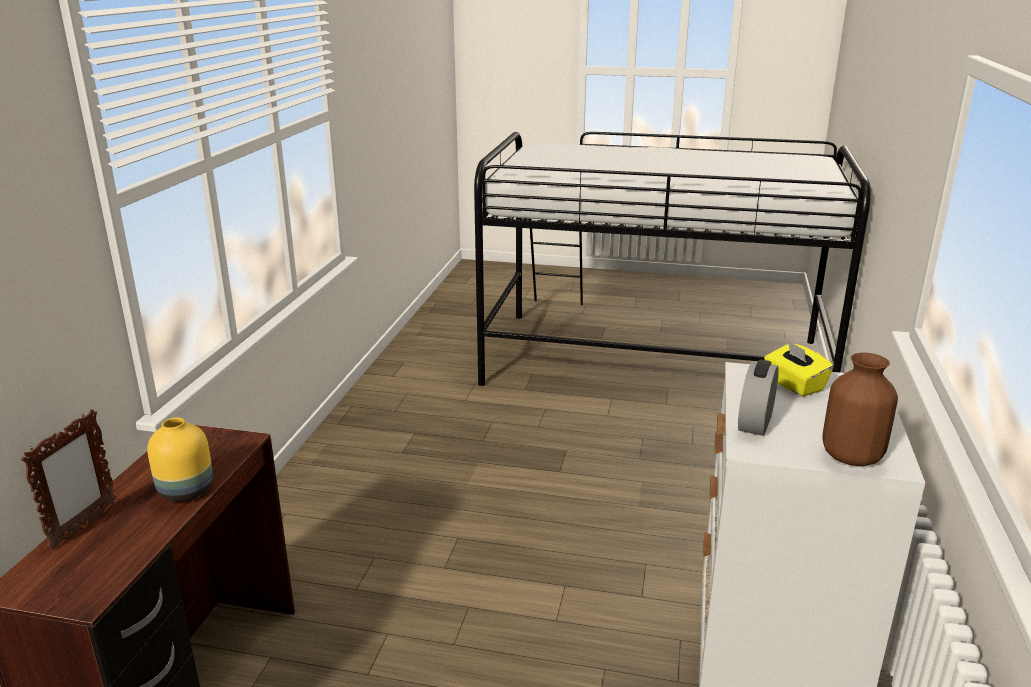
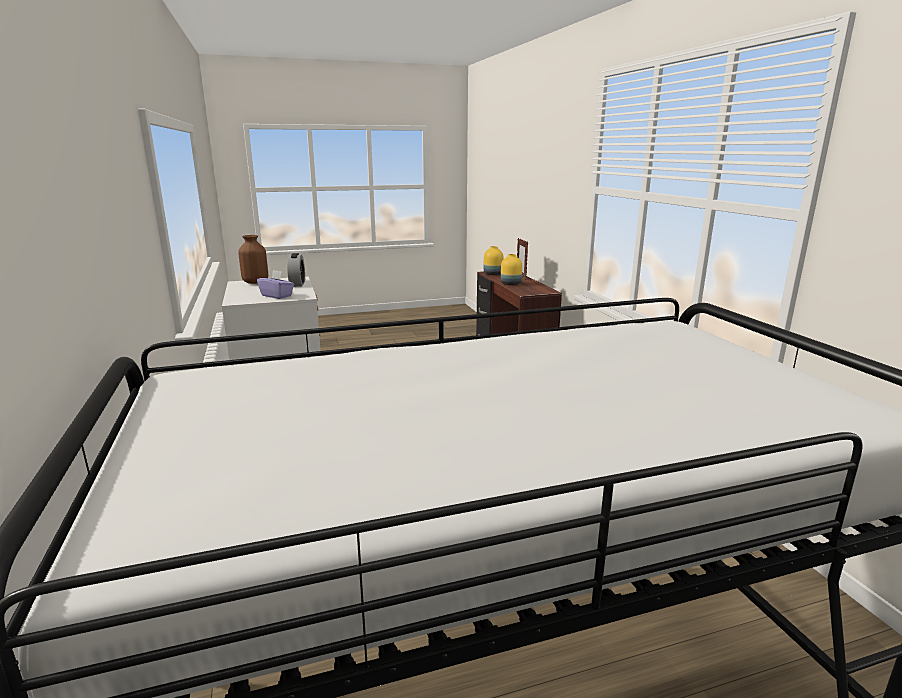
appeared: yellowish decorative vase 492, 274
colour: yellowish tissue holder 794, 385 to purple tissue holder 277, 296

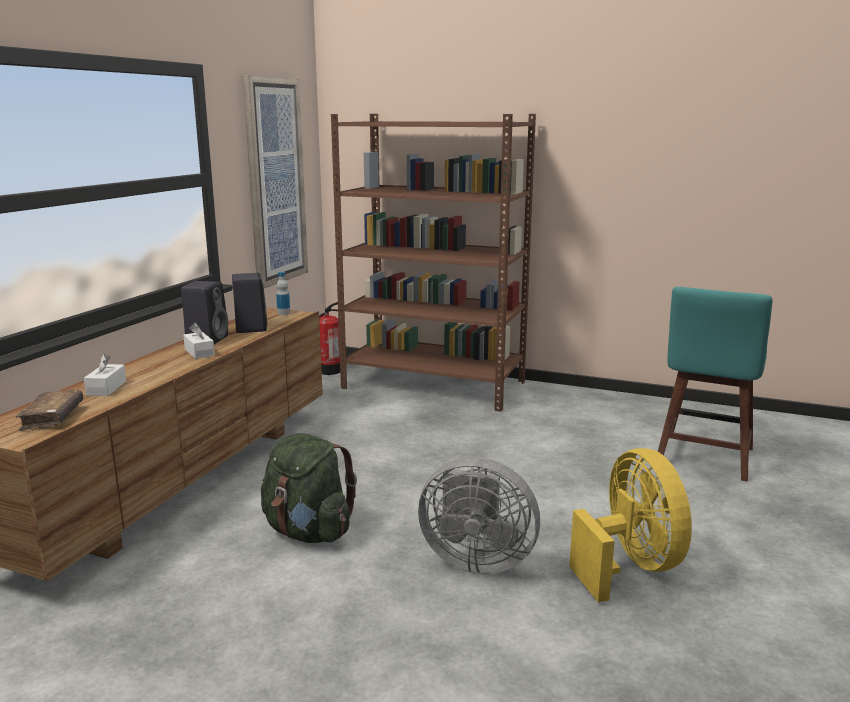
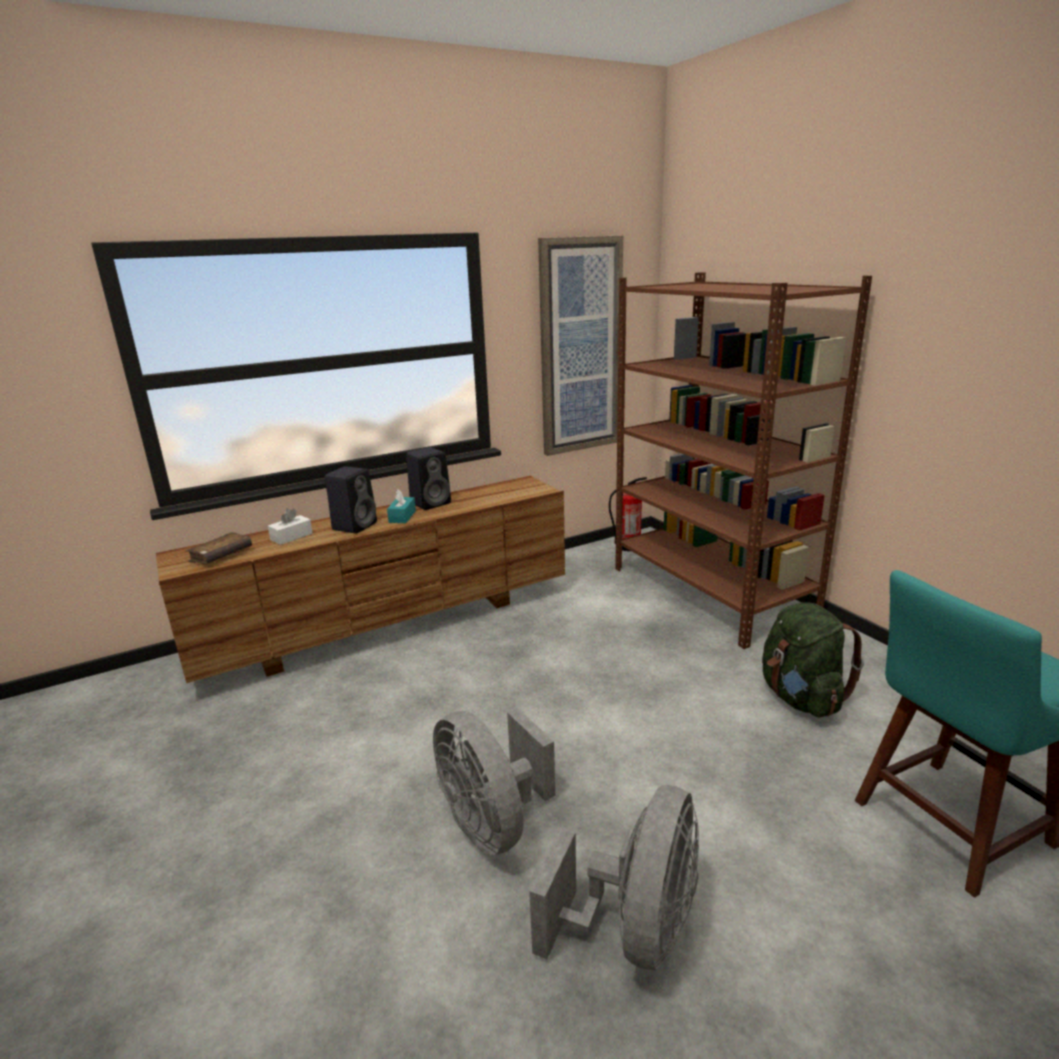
missing: drink bottle 283, 313
relocated: black audio speaker 250, 328 to 355, 525; green-coloured backpack 308, 532 to 801, 697
colour: white-coloured tissue holder 199, 352 to blue-green tissue holder 402, 516; yellowish fan 630, 566 to greyish fan 634, 929

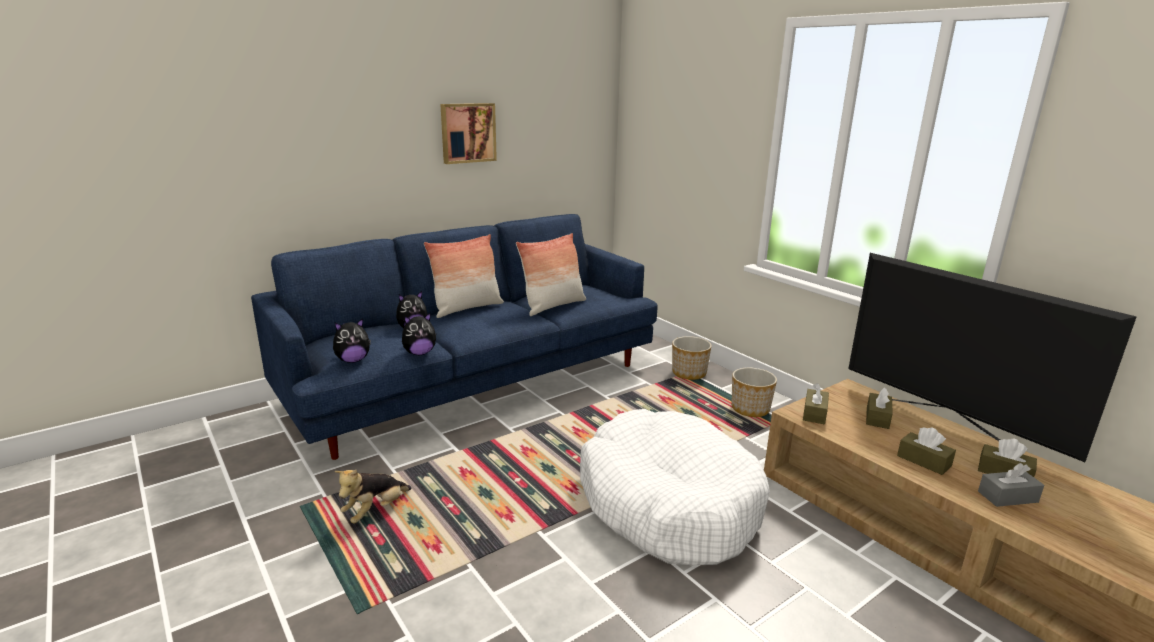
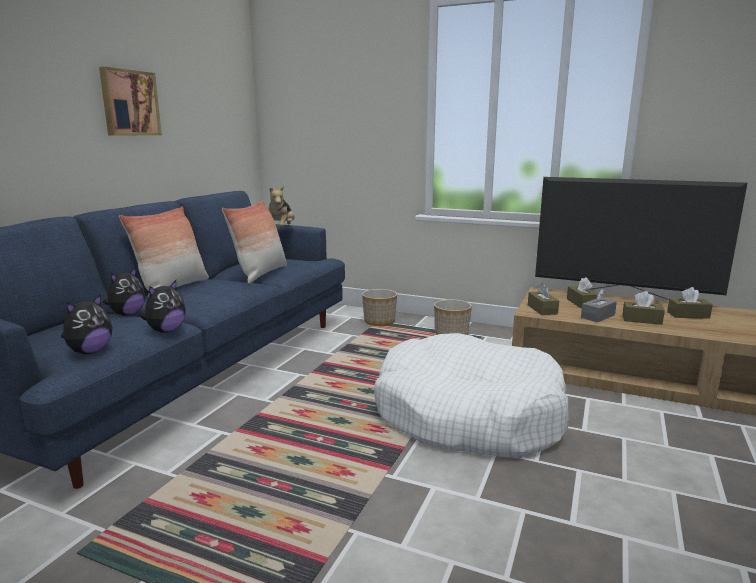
relocated: soft toy 375, 511 to 281, 229; greyish tissue holder 1007, 497 to 597, 316

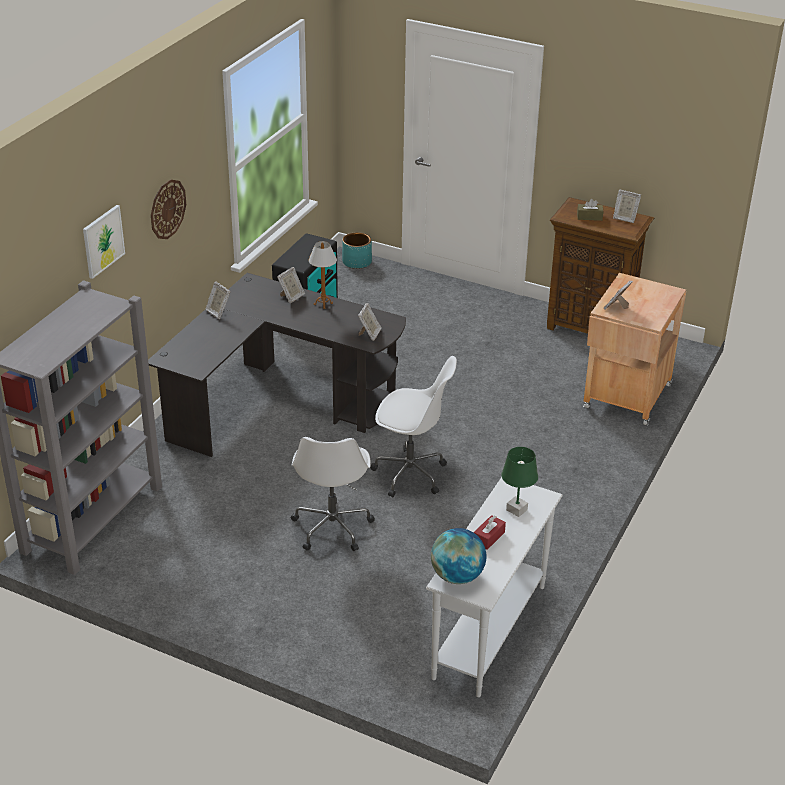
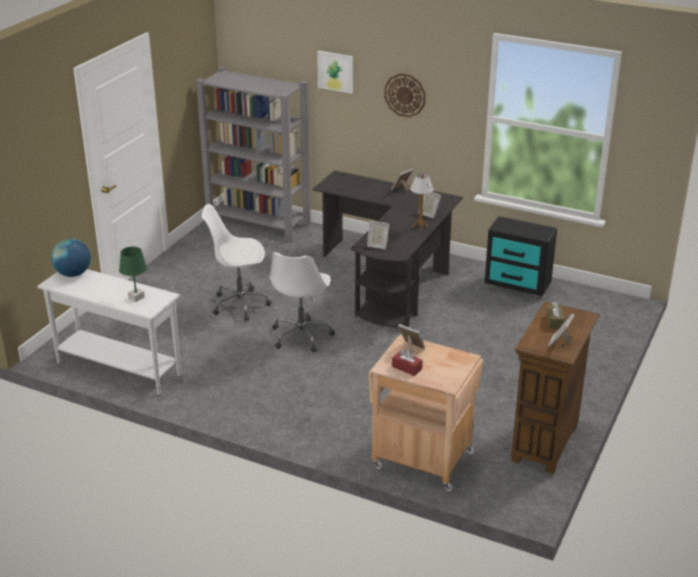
missing: blue-green plant pot 357, 262
relocated: reddish tissue holder 489, 537 to 407, 368

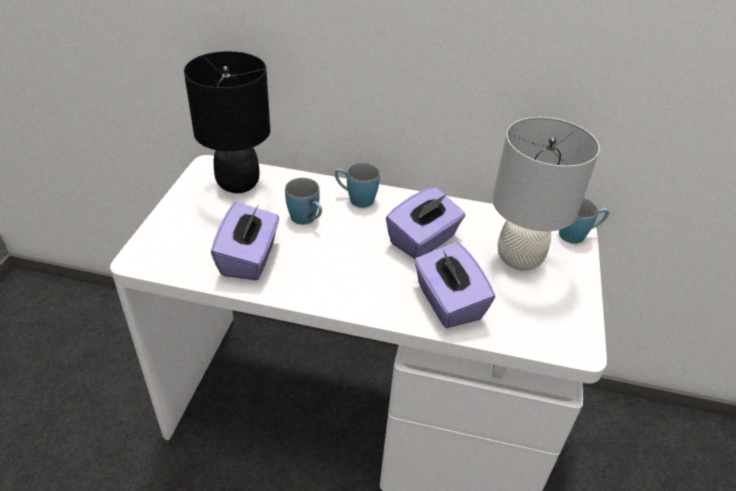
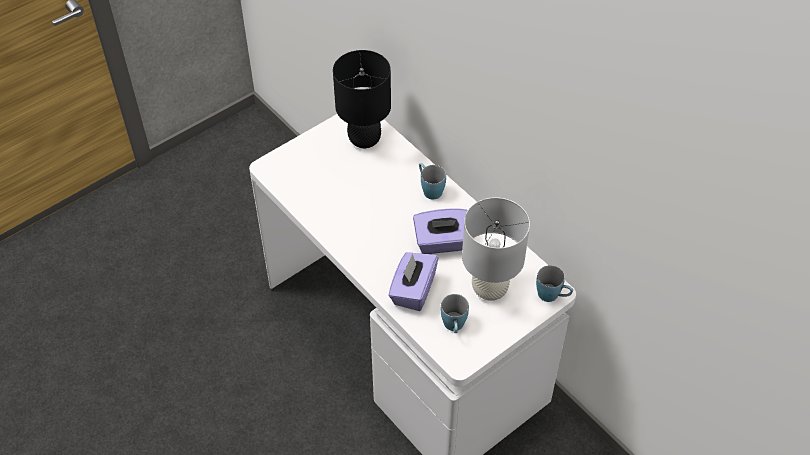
missing: purple tissue holder 249, 259
relocated: blue mug 307, 220 to 454, 327

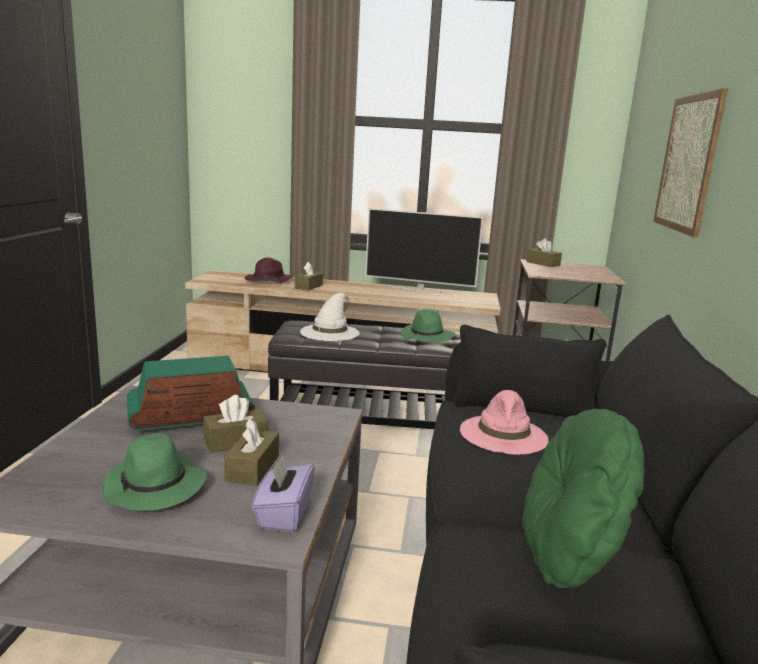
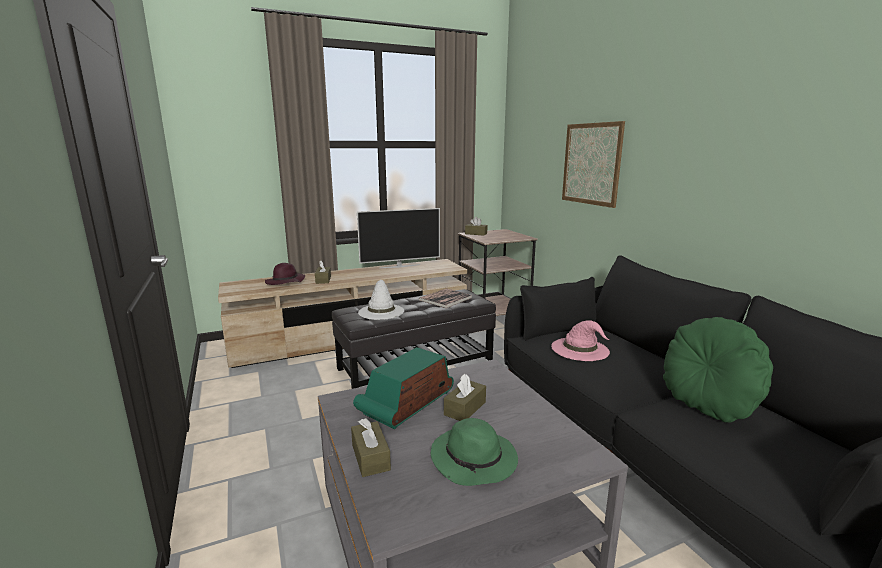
missing: purple tissue holder 283, 514
relocated: brownish tissue holder 252, 468 to 370, 457
exchanged: green-coloured hat 427, 337 to volume 445, 299

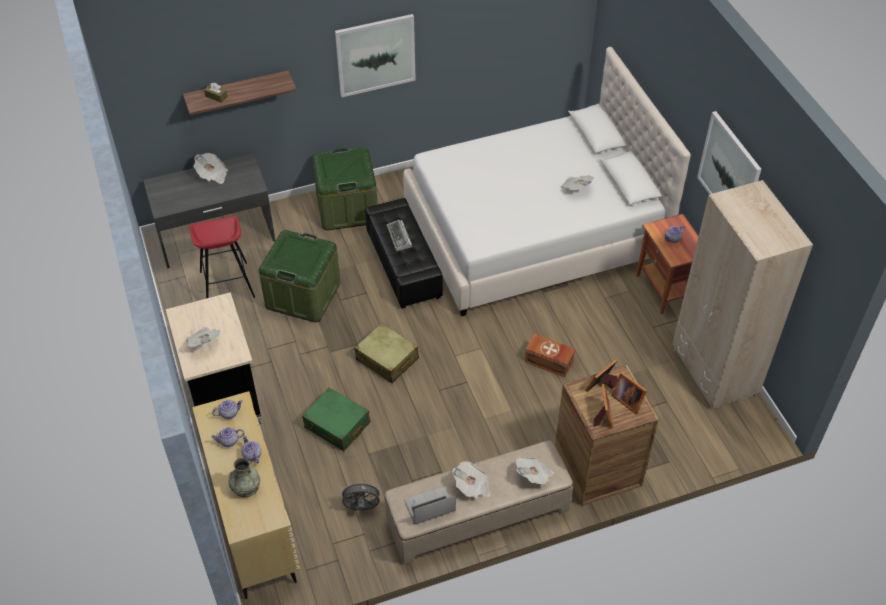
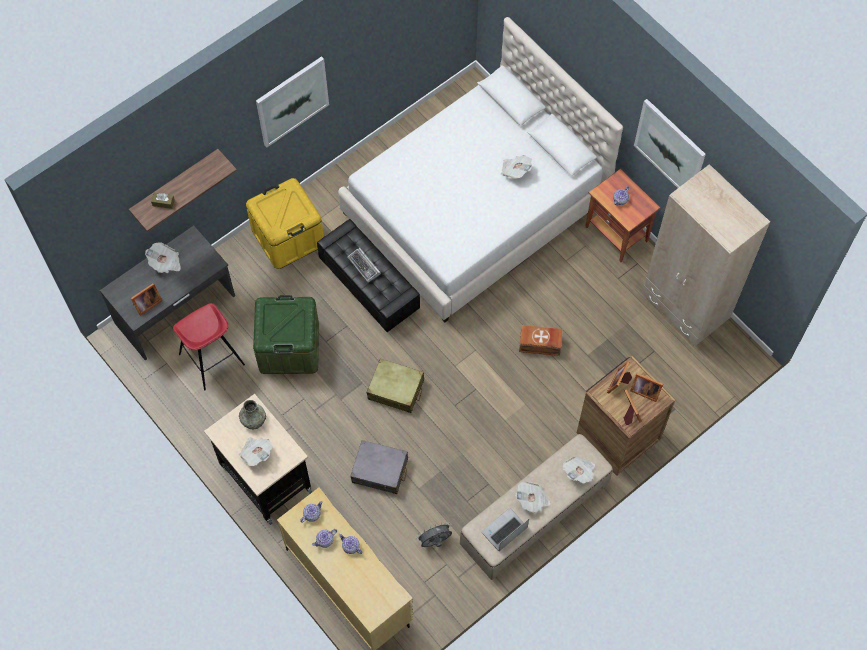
appeared: standing frame 146, 304
relocated: greyish decorative vase 246, 487 to 253, 419
colour: green-coloured storage box 347, 208 to yellowish storage box 288, 237; green-coloured suitcase 337, 425 to greyish suitcase 380, 470

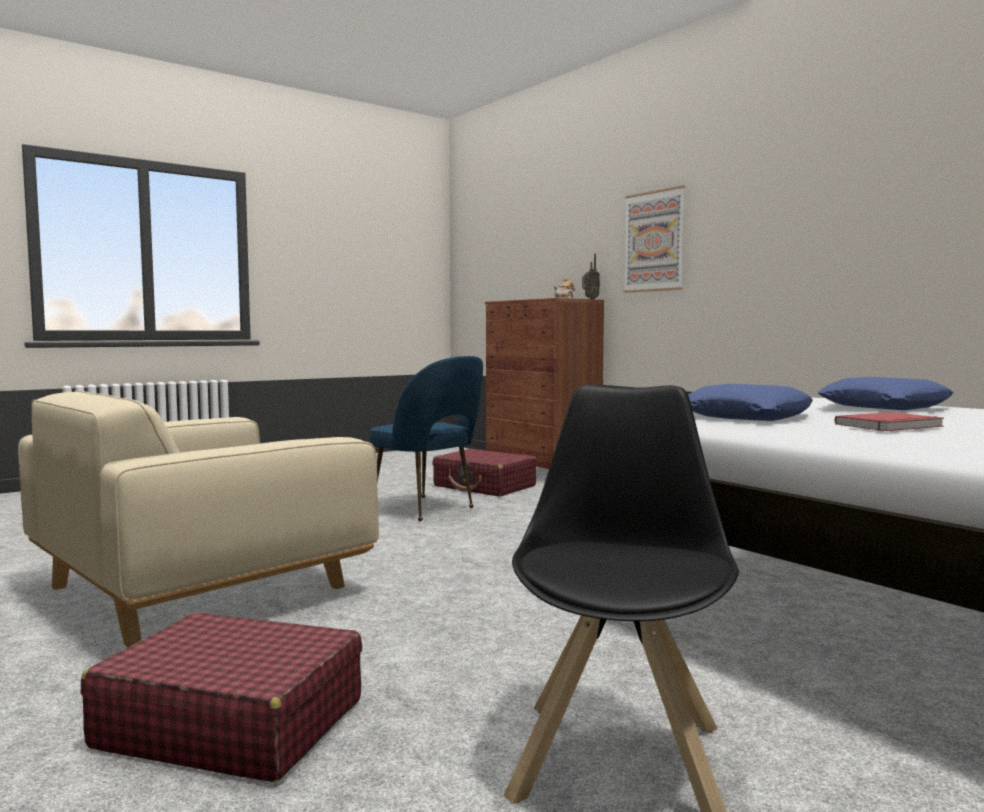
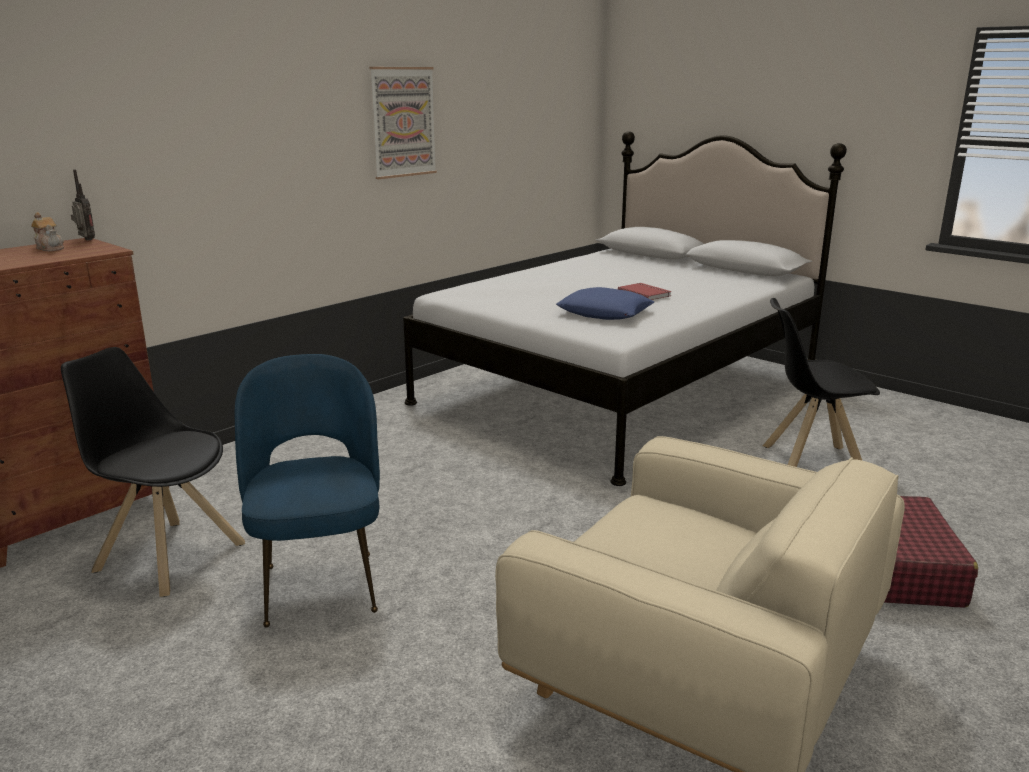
missing: blue pillow 884, 406
relocated: wall picture 654, 241 to 403, 122
exchanged: reddish suitcase 484, 486 to black plain chair 167, 555
spun: blue plain chair 427, 510 = 321, 582 45 degrees counterclockwise

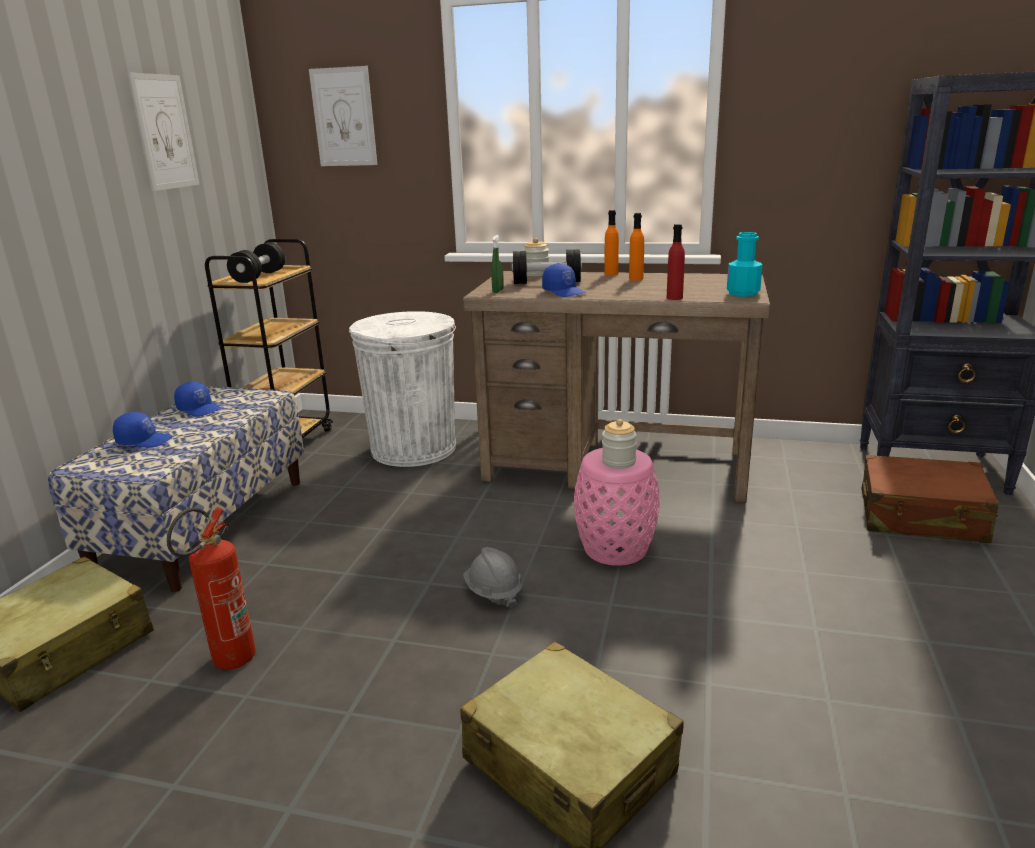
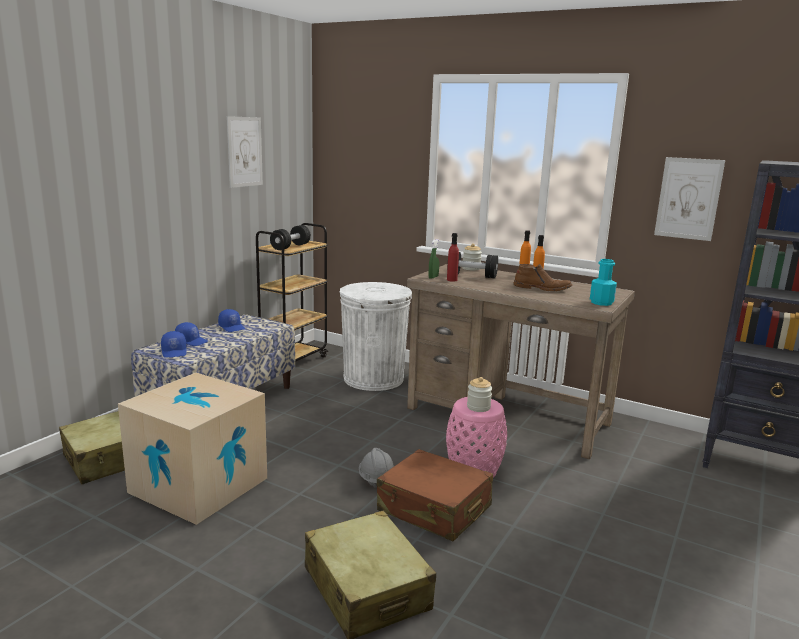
appeared: brownish boot 542, 288
relocated: blue cap 564, 292 to 175, 352; brownish suitcase 921, 517 to 434, 509; reddish drink bottle 674, 298 to 452, 280; wall picture 344, 117 to 688, 198
exchanged: fire extinguisher 228, 664 to carton 199, 485

